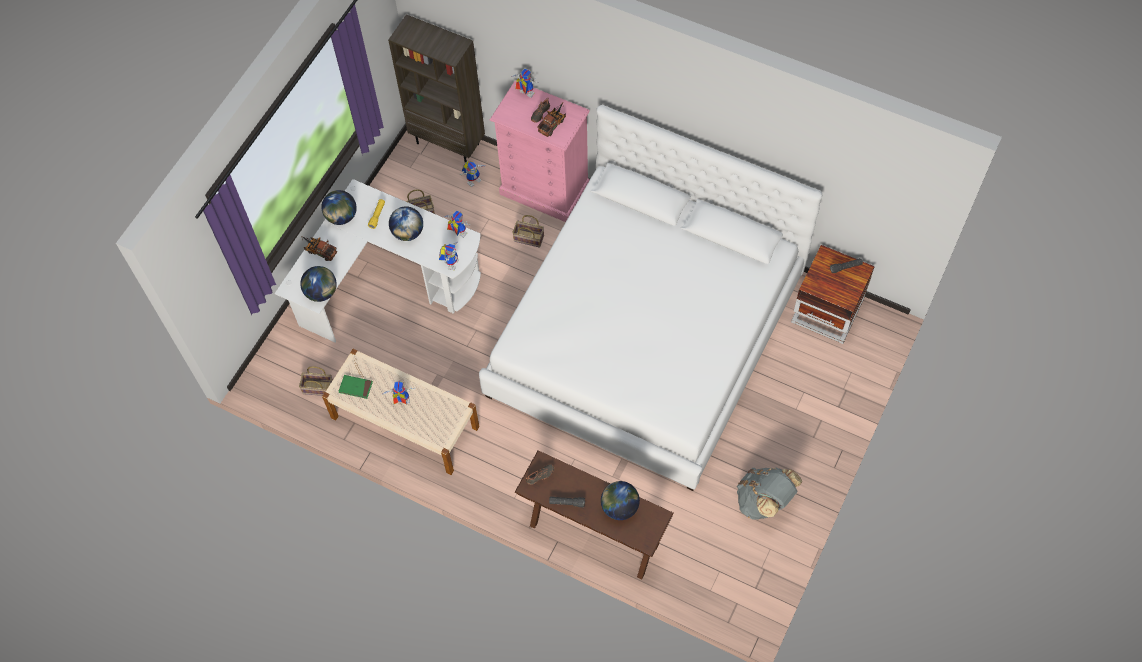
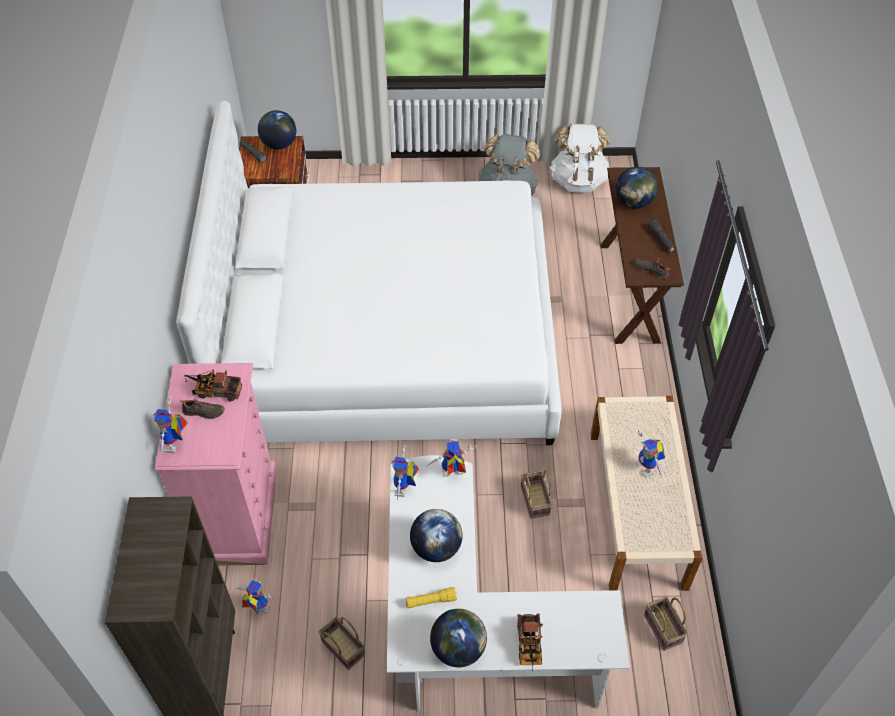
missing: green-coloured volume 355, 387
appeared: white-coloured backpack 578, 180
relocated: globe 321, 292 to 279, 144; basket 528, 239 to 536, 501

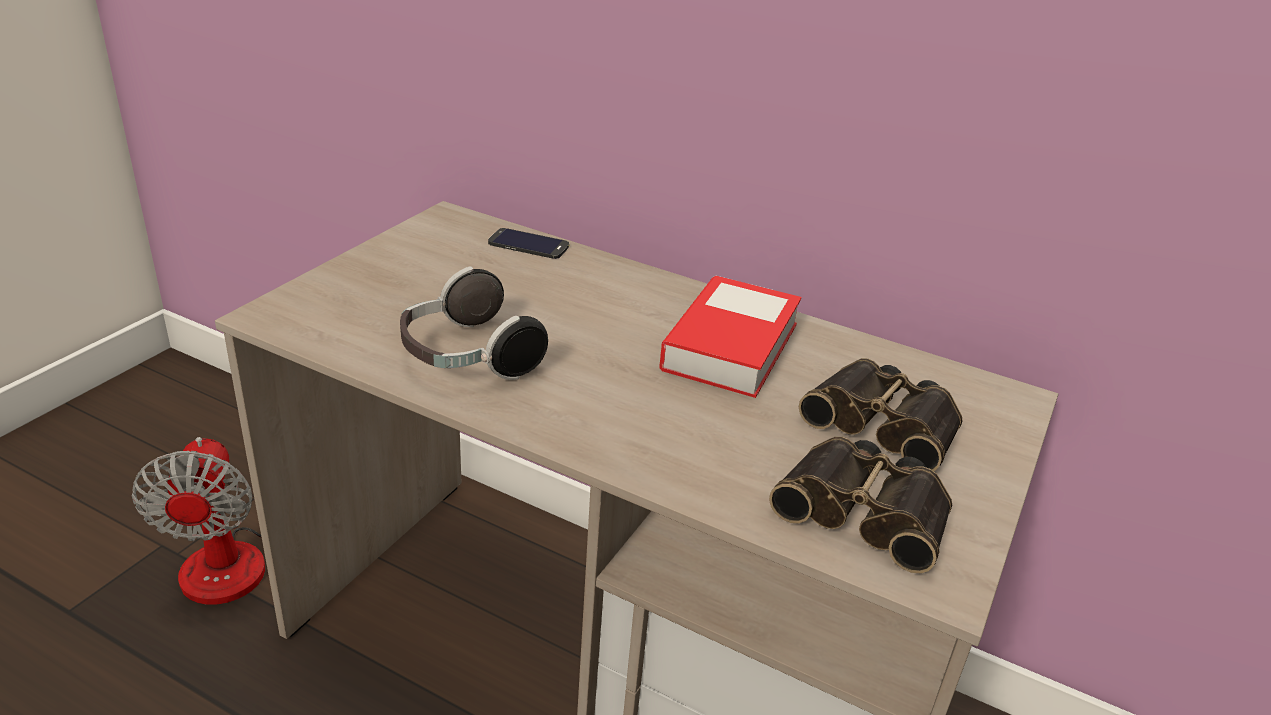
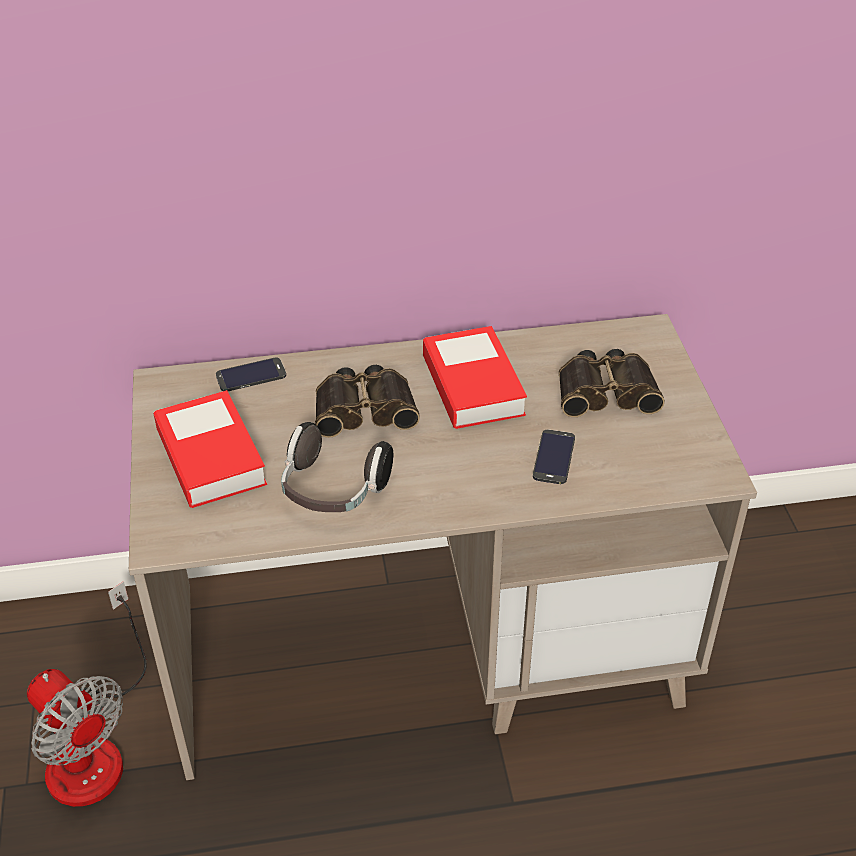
appeared: volume 210, 457; handset 553, 457
relocated: binoculars 865, 511 to 365, 408

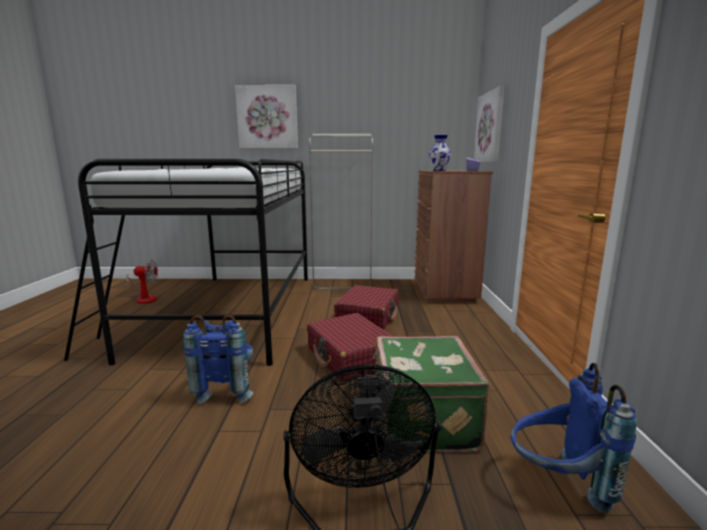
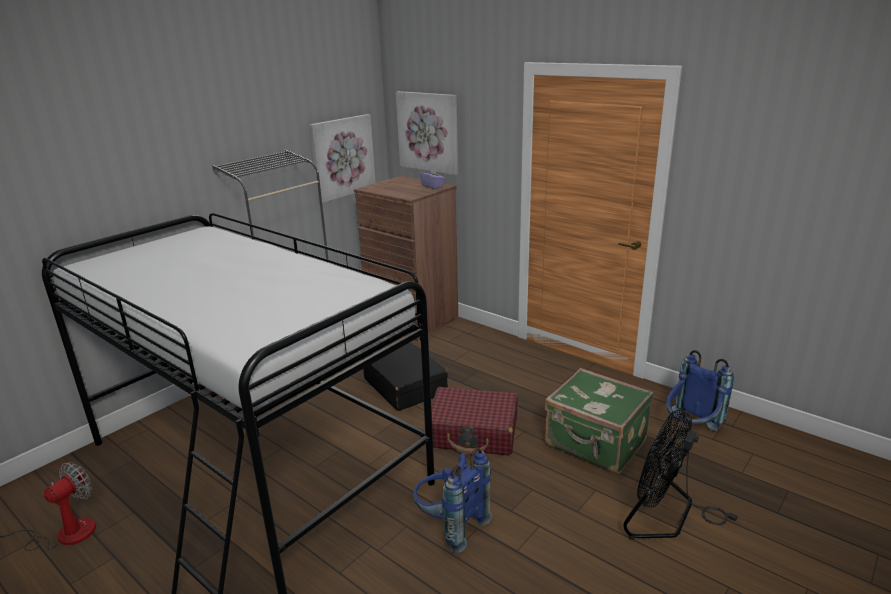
missing: decorative vase 439, 170
relocated: wall picture 267, 117 to 342, 157
colour: reddish suitcase 368, 317 to black suitcase 405, 386

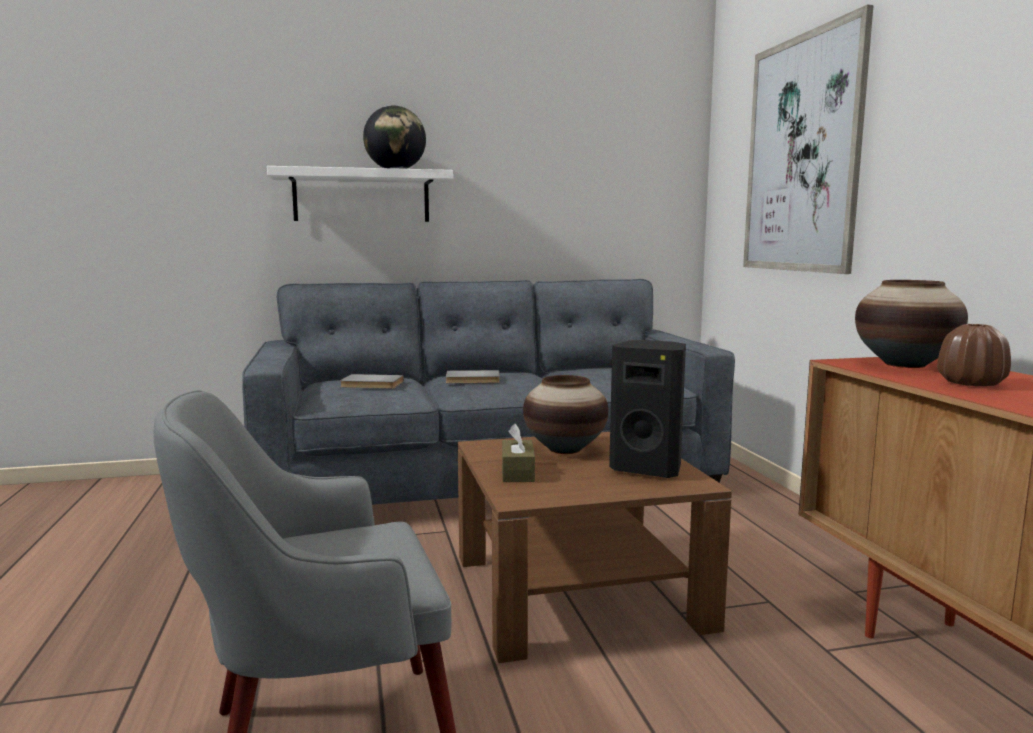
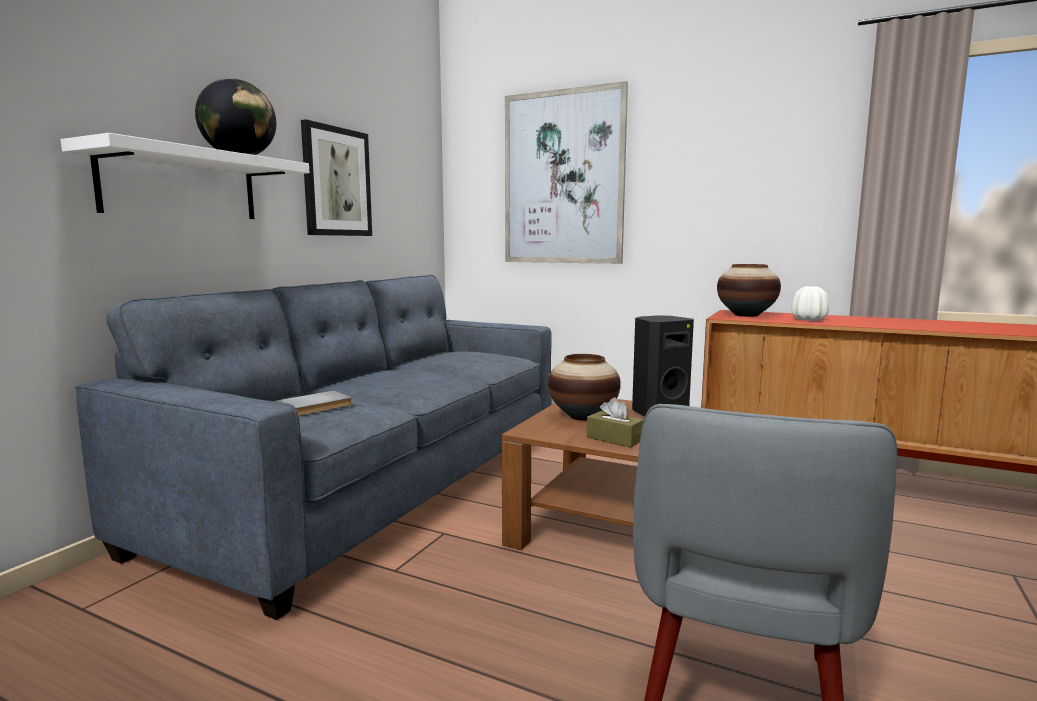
missing: greyish volume 472, 380
appeared: wall picture 336, 182
colour: brownish decorative vase 970, 383 to white-coloured decorative vase 808, 319

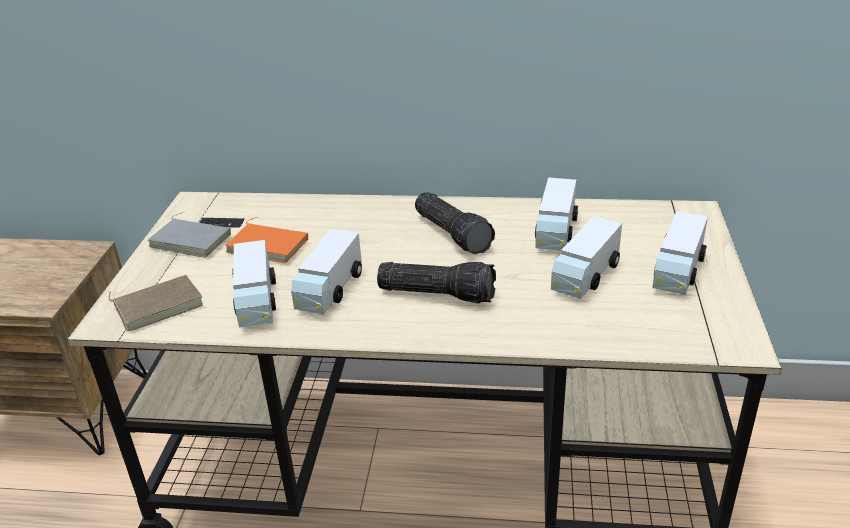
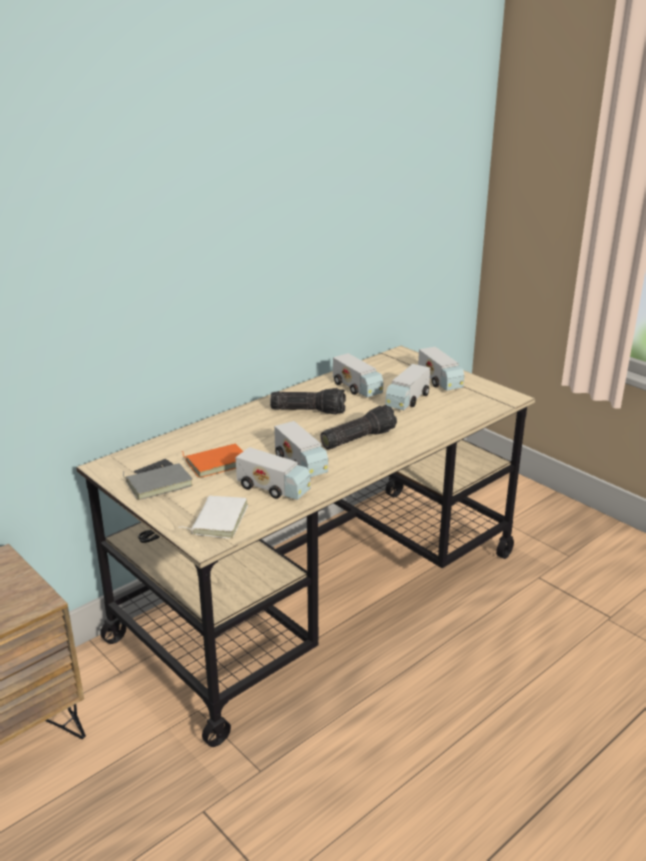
colour: brownish volume 158, 305 to white-coloured volume 218, 519
spun: toy lorry 585, 276 = 407, 400 45 degrees clockwise

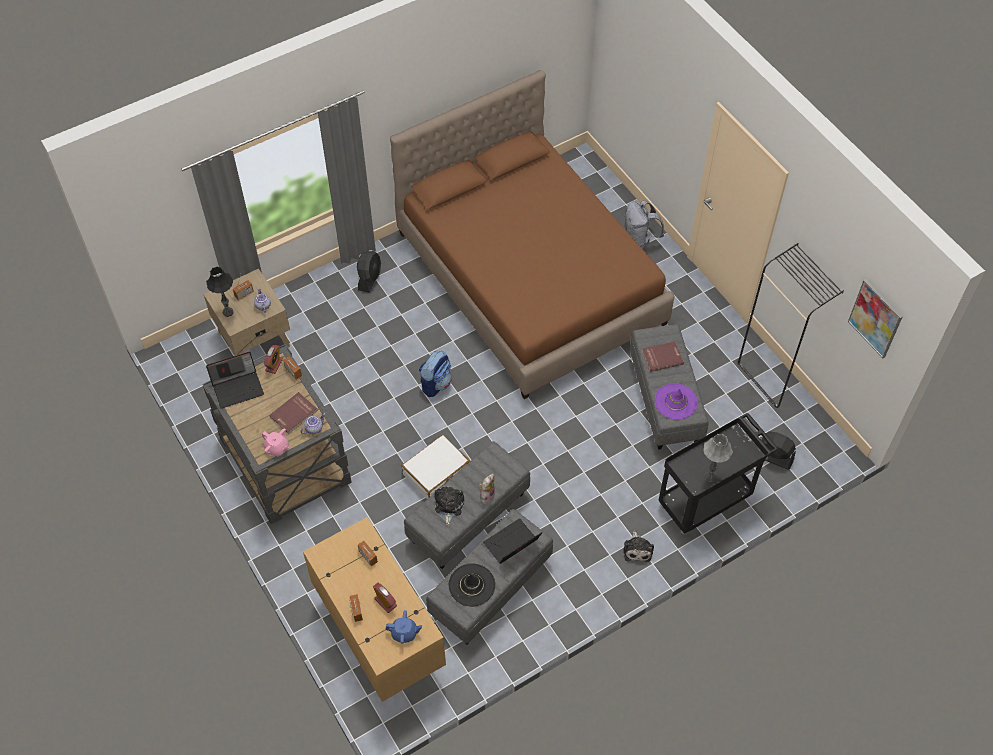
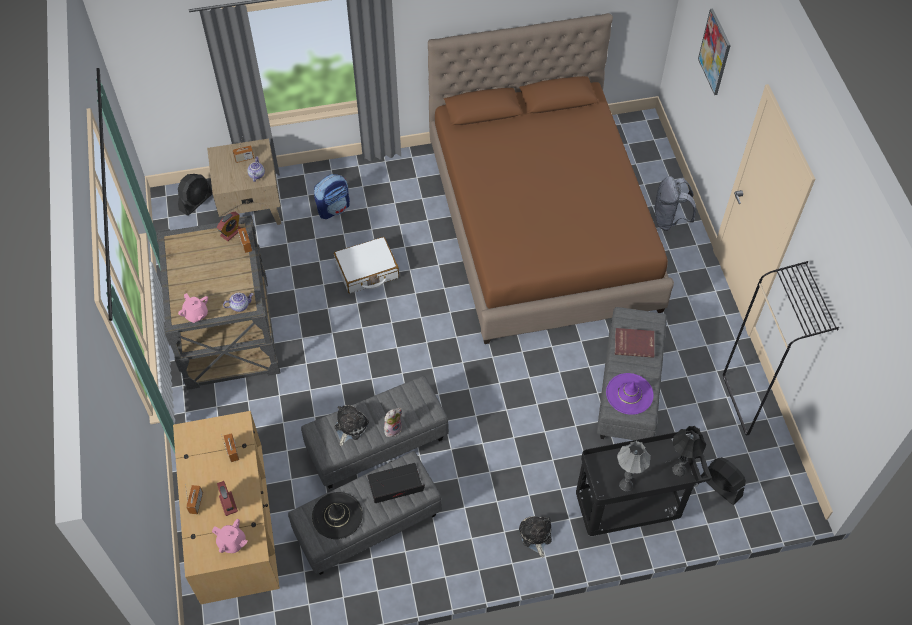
missing: notebook computer 238, 387; reddish volume 294, 414
relocated: black fan 369, 278 to 196, 201; backpack 436, 383 to 334, 208; white-coloured suitcase 437, 472 to 367, 271; black tabletop lamp 228, 312 to 679, 470; wall picture 875, 318 to 715, 52
colour: blue tea pot 404, 633 to pink-coloured tea pot 232, 542
spun: soft toy 637, 549 = 535, 536 150 degrees clockwise

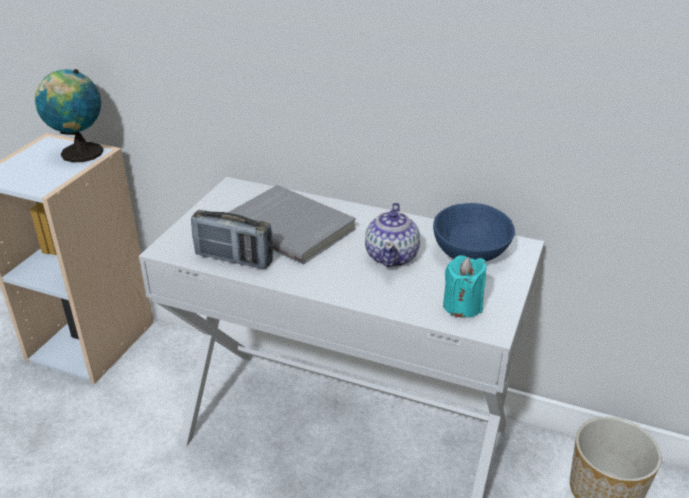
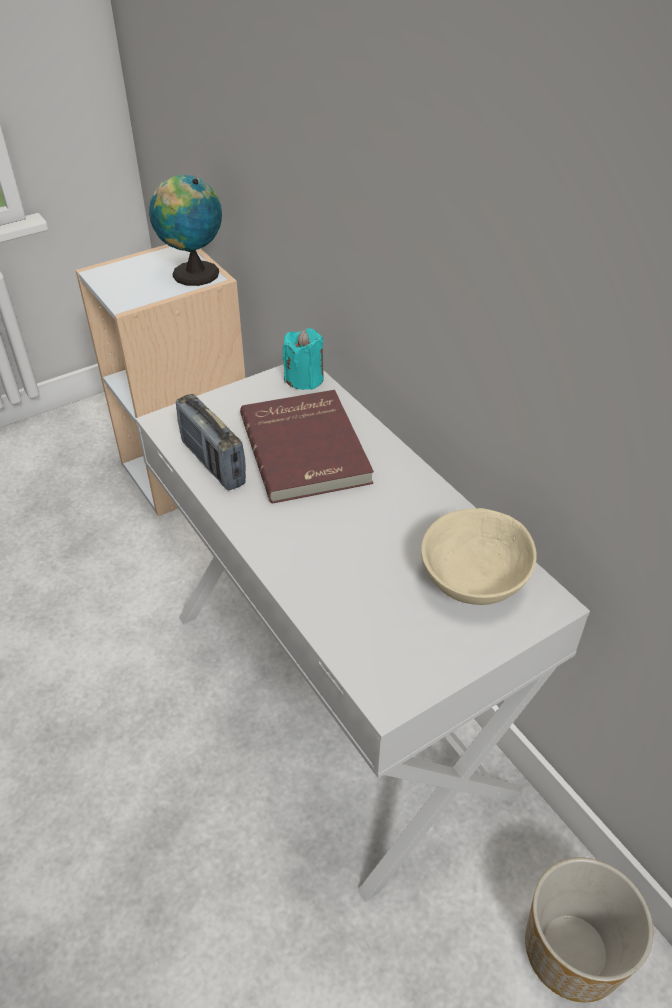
missing: tea pot 392, 256
relocated: blue-green wax candle 462, 306 to 304, 379
colour: greyish volume 290, 227 to reddish volume 307, 449; blue serving bowl 469, 252 to beige serving bowl 473, 578

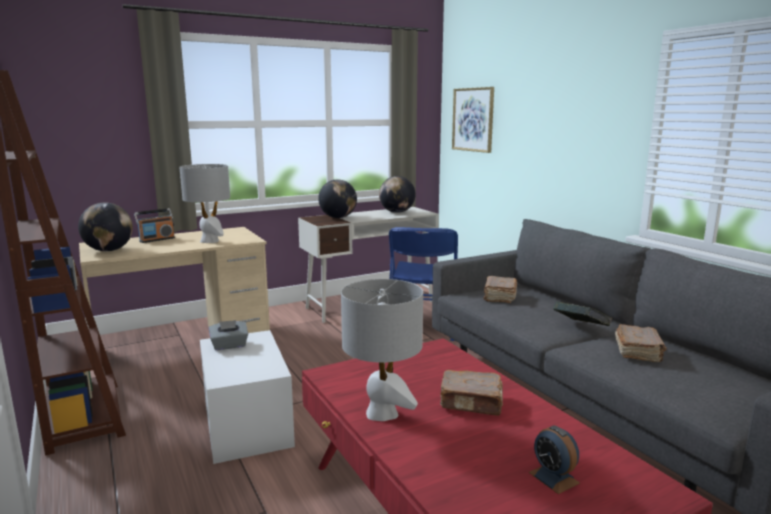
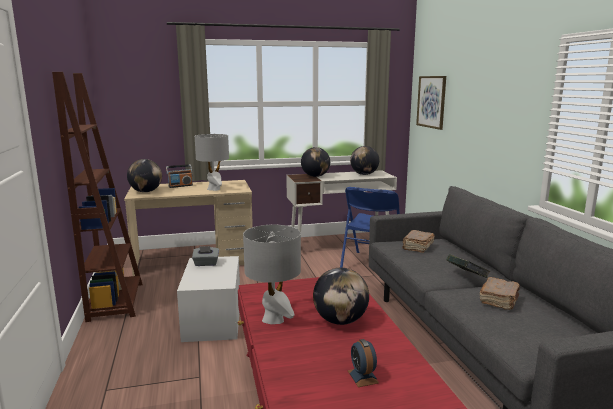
exchanged: brownish volume 472, 403 to globe 340, 321

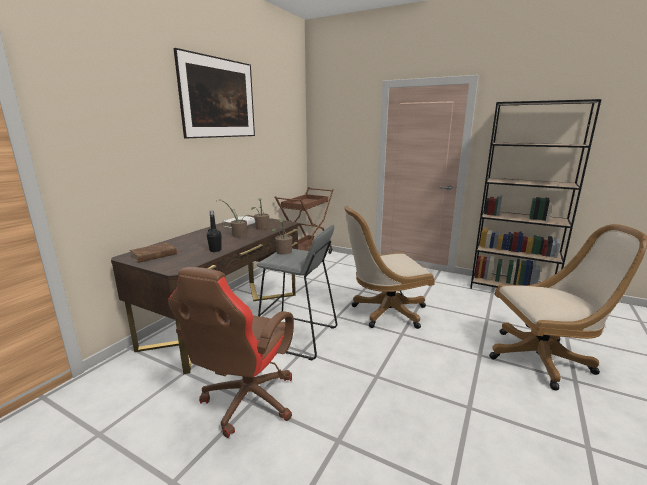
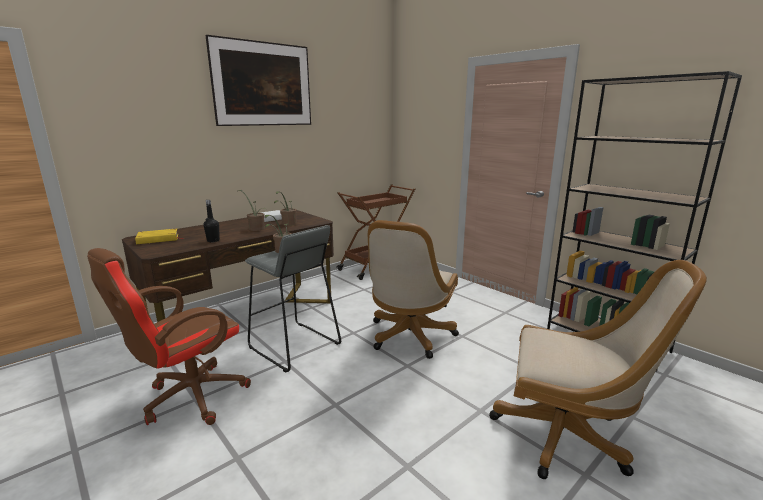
colour: brownish volume 154, 255 to yellowish volume 158, 239
spun: desk chair 384, 312 = 409, 338 75 degrees counterclockwise

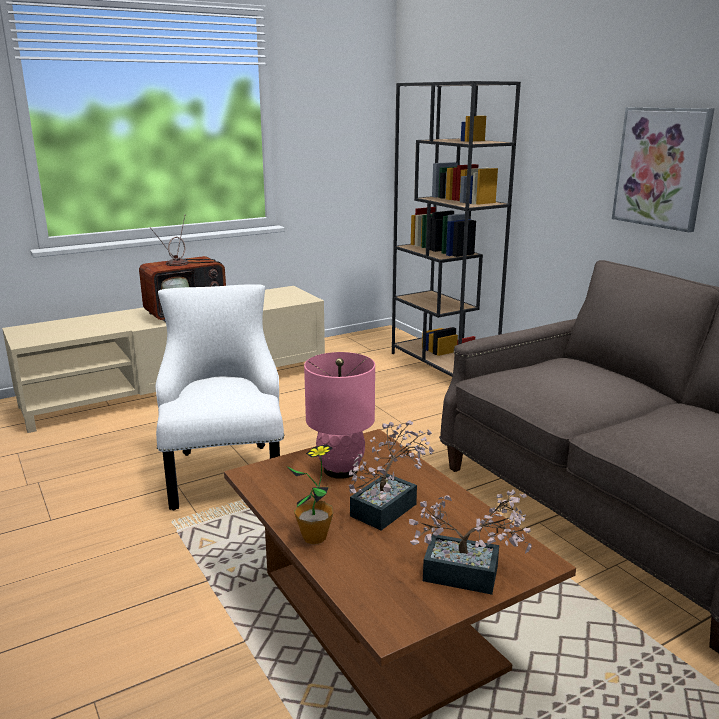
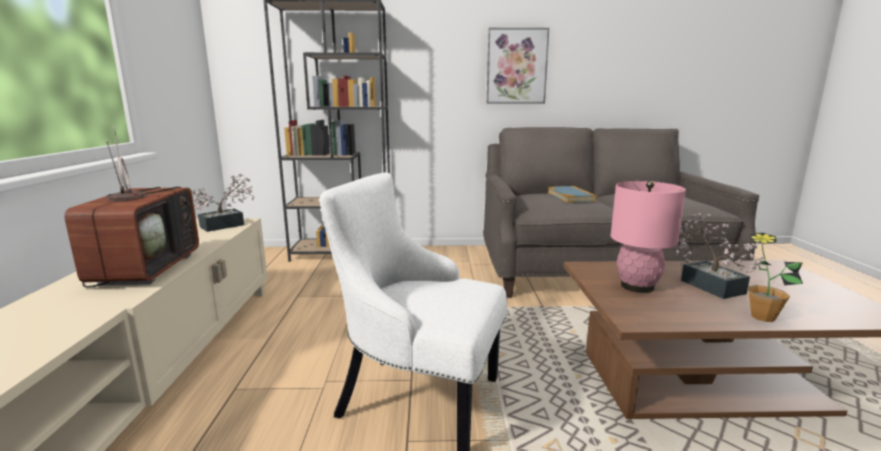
appeared: volume 570, 197
relocated: potted plant 470, 576 to 227, 225

